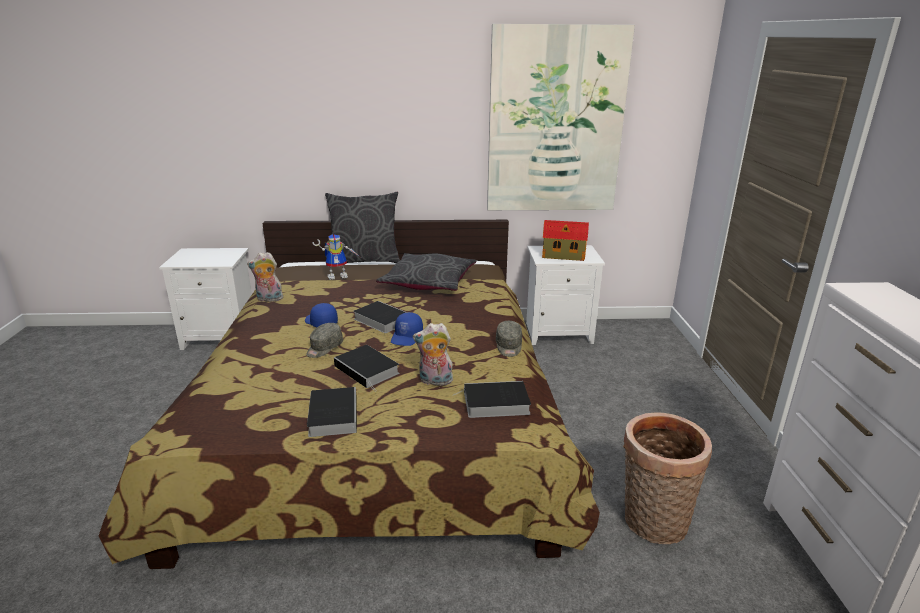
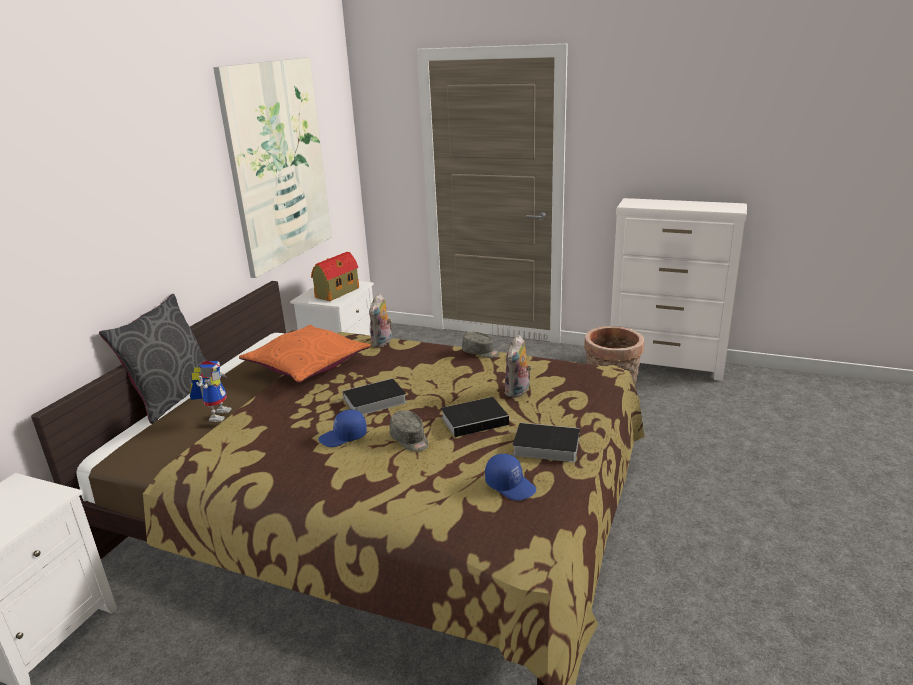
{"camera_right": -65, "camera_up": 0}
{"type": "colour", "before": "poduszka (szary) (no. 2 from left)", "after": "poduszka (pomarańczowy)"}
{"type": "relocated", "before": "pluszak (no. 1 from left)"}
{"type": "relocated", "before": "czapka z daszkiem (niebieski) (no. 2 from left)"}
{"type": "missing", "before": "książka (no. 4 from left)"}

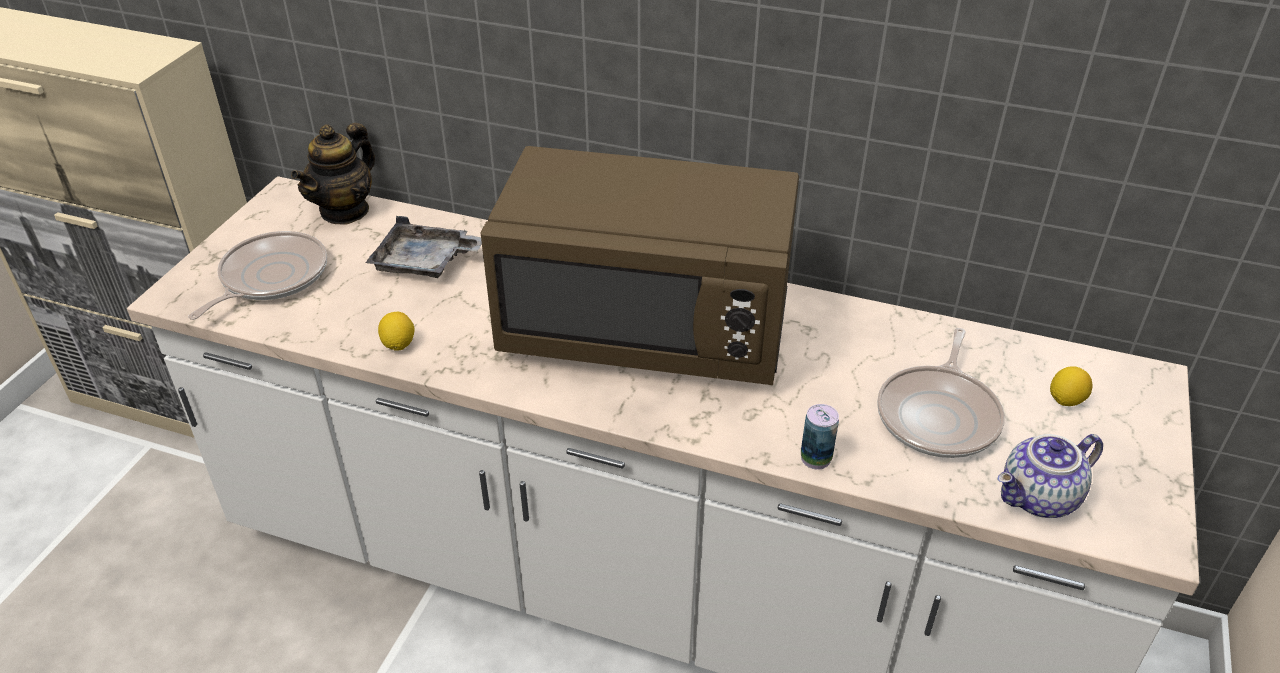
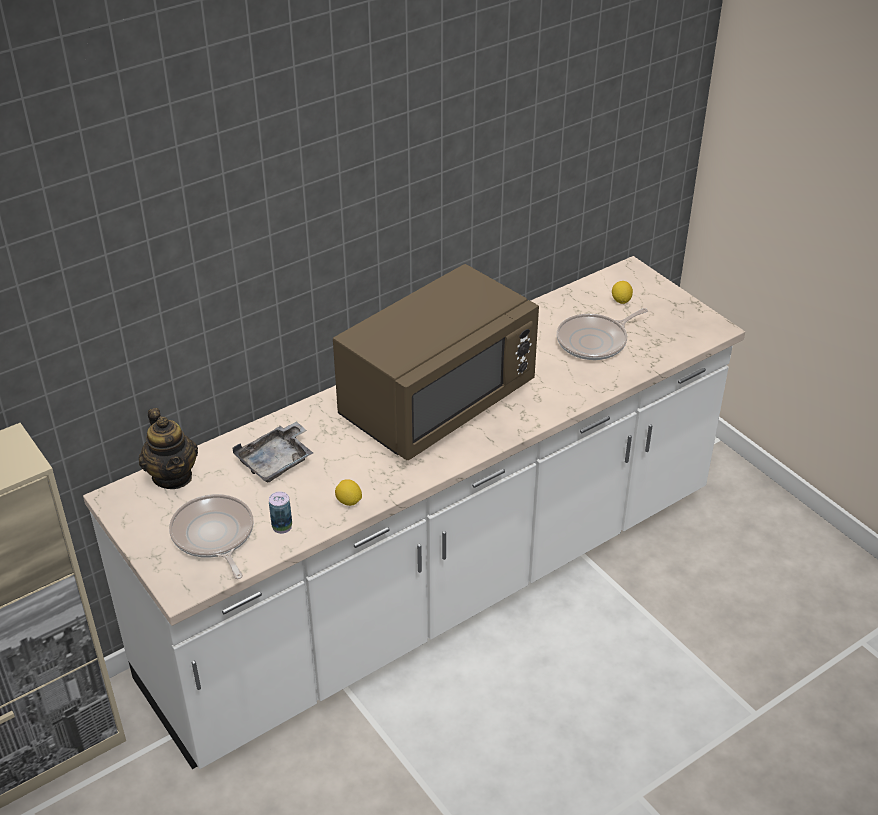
{"camera_right": -55, "camera_up": 0}
{"type": "relocated", "before": "puszka"}
{"type": "spun", "before": "patelnia (no. 2 from left)", "turn": 90}
{"type": "missing", "before": "imbryk (no. 2 from left)"}

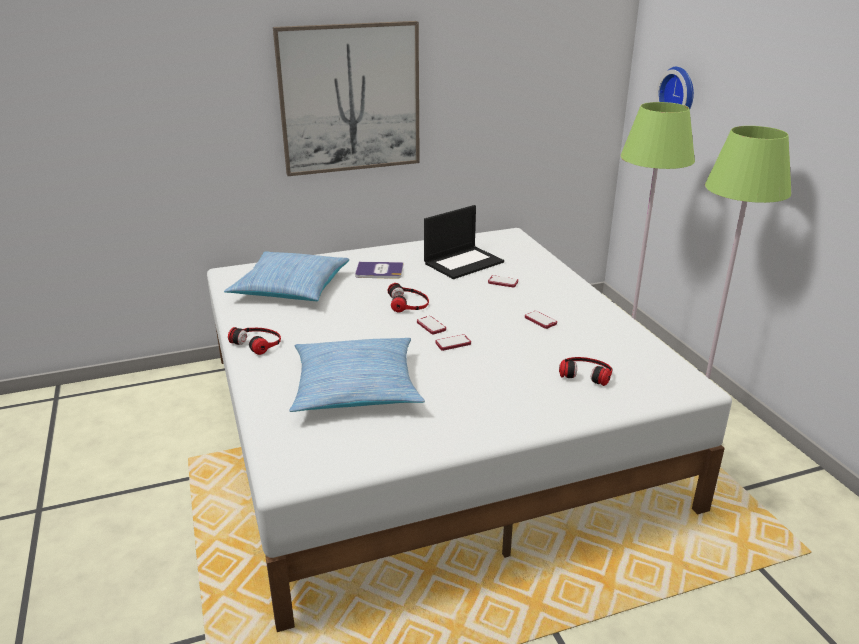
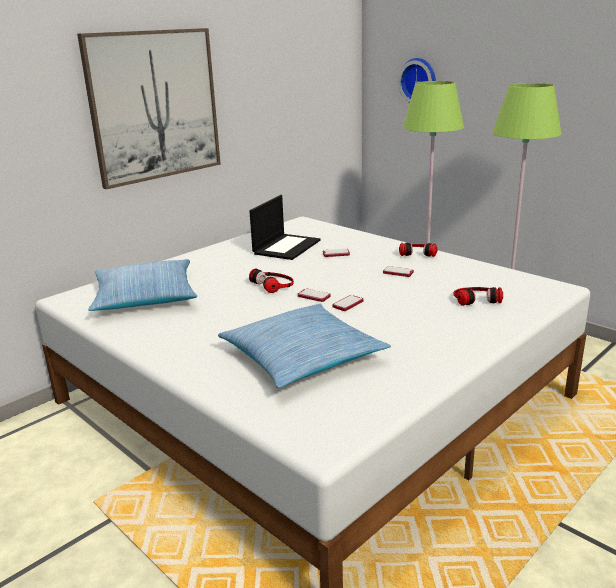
{"camera_right": -25, "camera_up": -5}
{"type": "relocated", "before": "słuchawki (no. 1 from left in the first image)", "after": "słuchawki (no. 2 from left)"}
{"type": "missing", "before": "książka"}

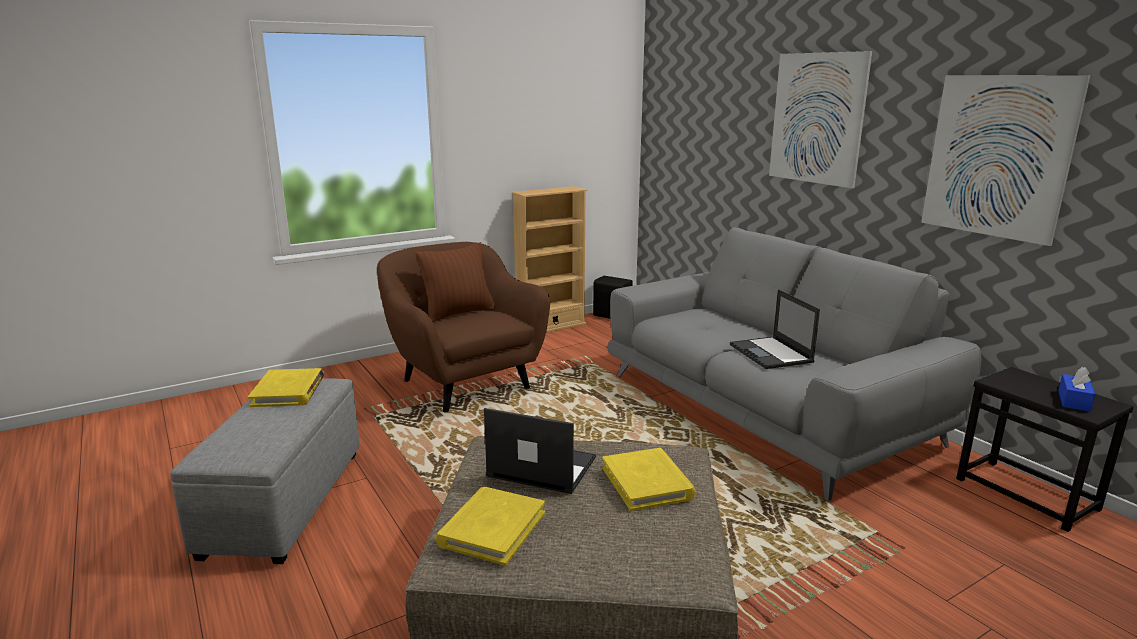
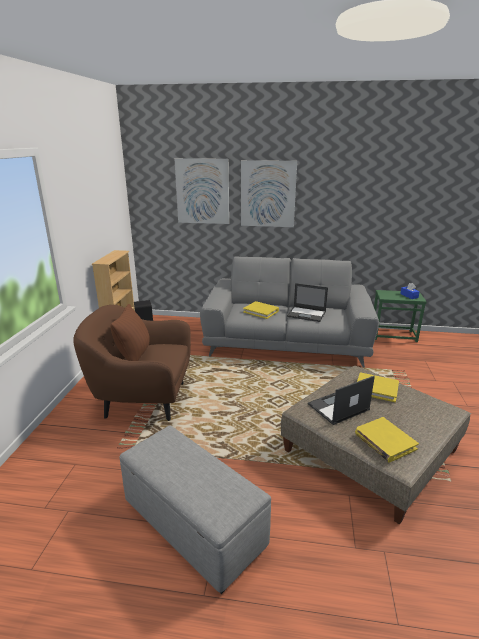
{"camera_right": -50, "camera_up": 5}
{"type": "relocated", "before": "obraz (no. 2 from left in the first image)", "after": "obraz (no. 1 from left)"}
{"type": "relocated", "before": "książka (żółty) (no. 1 from left)"}
{"type": "colour", "before": "stolik (czarny)", "after": "stolik (zielony)"}

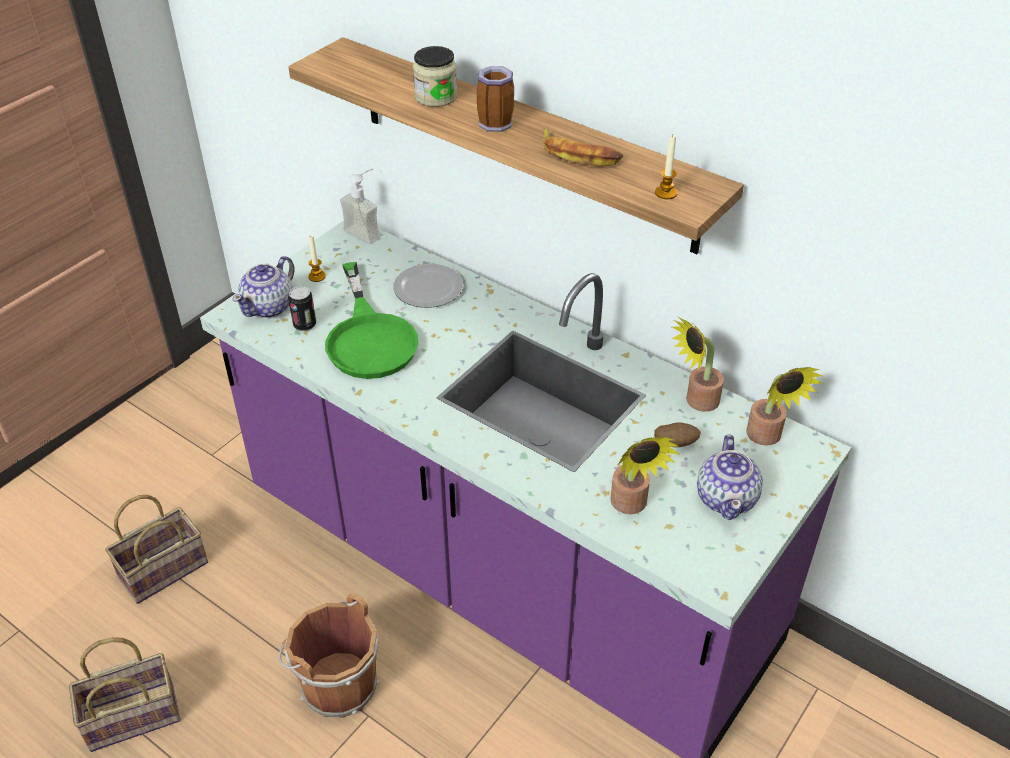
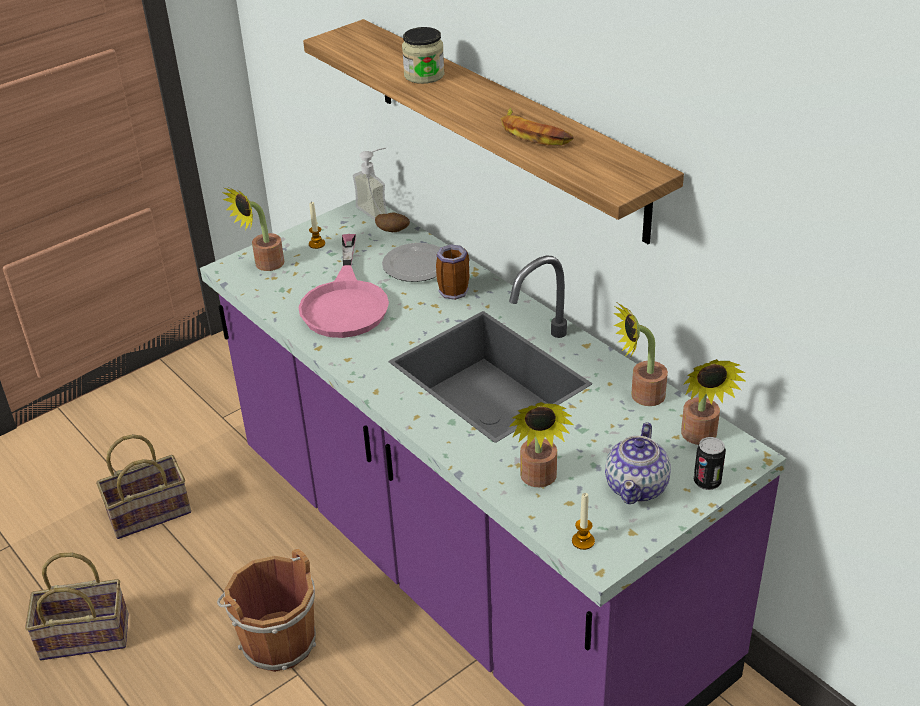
{"camera_right": 15, "camera_up": -5}
{"type": "exchanged", "before": "imbryk (no. 1 from left)", "after": "roślina doniczkowa (no. 1 from left)"}
{"type": "colour", "before": "patelnia (zielony)", "after": "patelnia (różowy)"}
{"type": "relocated", "before": "ziemniak"}
{"type": "relocated", "before": "kubek"}
{"type": "relocated", "before": "świeca (no. 2 from left)"}
{"type": "relocated", "before": "puszka"}

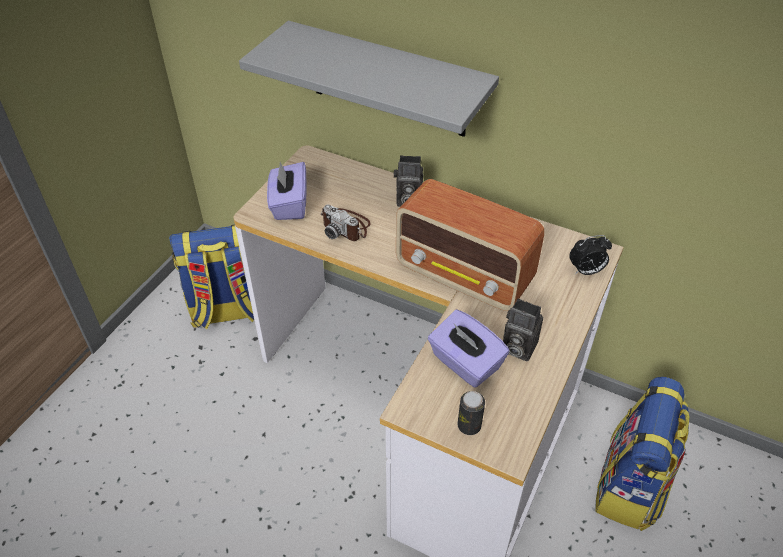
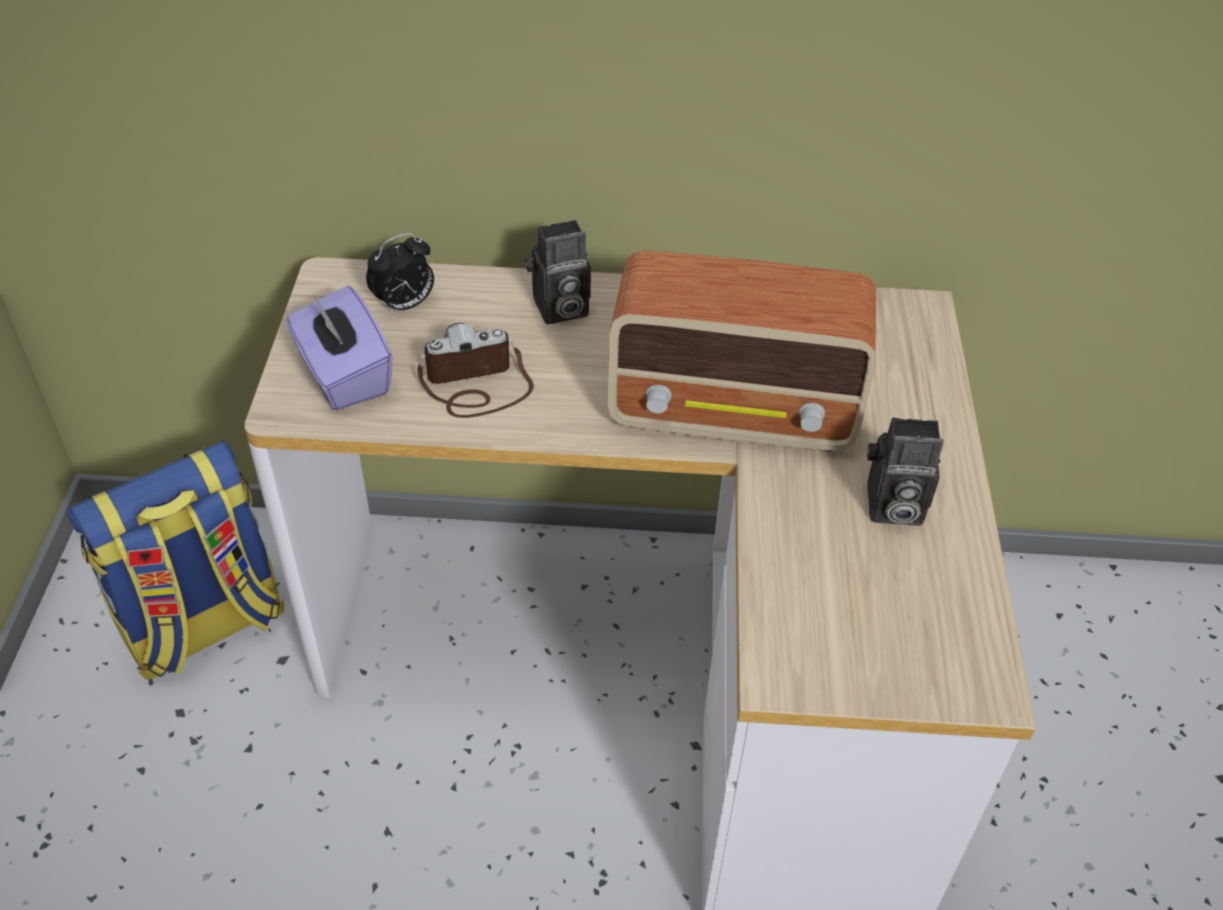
{"camera_right": -25, "camera_up": 0}
{"type": "relocated", "before": "budzik"}
{"type": "spun", "before": "aparat fotograficzny (no. 1 from left)", "turn": 150}
{"type": "missing", "before": "półka (szary)"}
{"type": "missing", "before": "pudełko chusteczek (fioletowy) (no. 2 from left)"}
{"type": "missing", "before": "puszka"}
{"type": "missing", "before": "plecak (no. 2 from left)"}

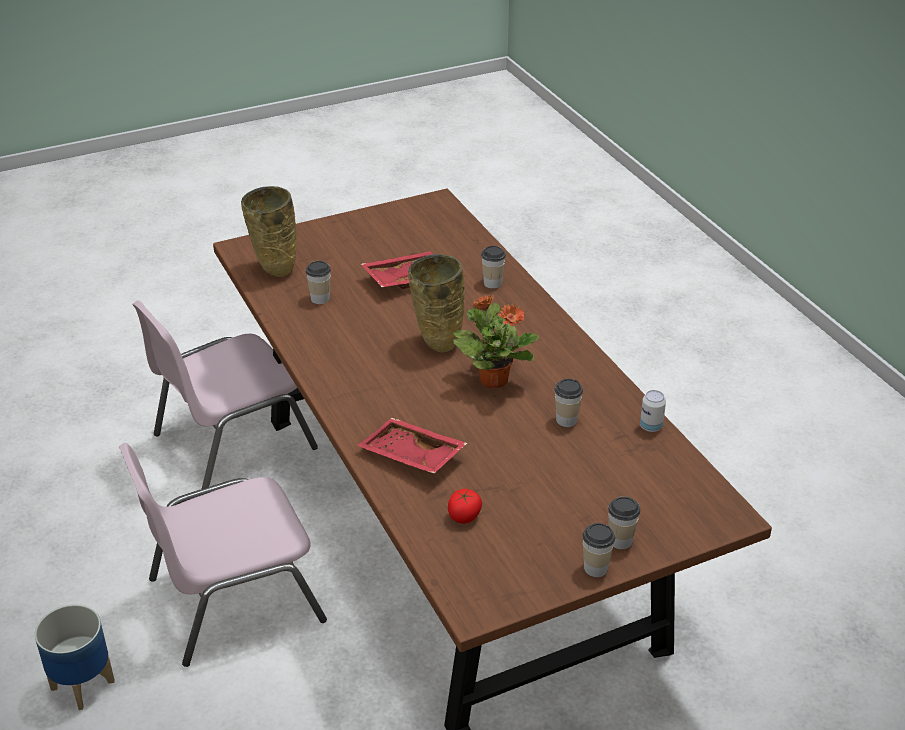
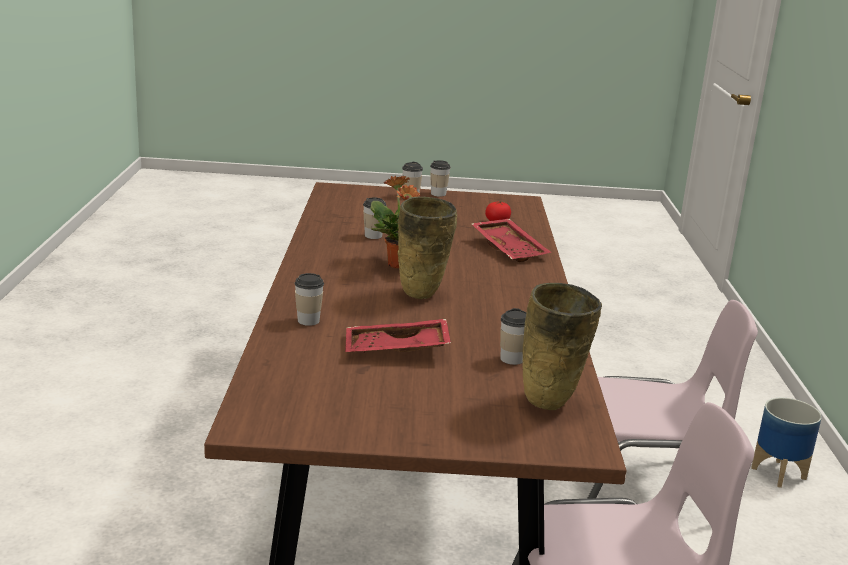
{"camera_right": -155, "camera_up": -15}
{"type": "missing", "before": "puszka"}

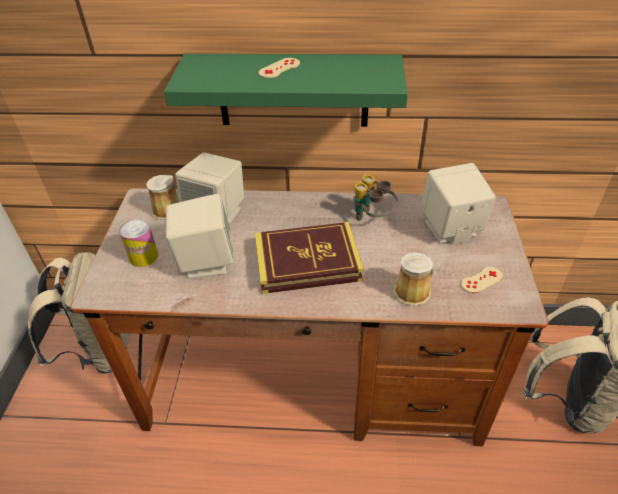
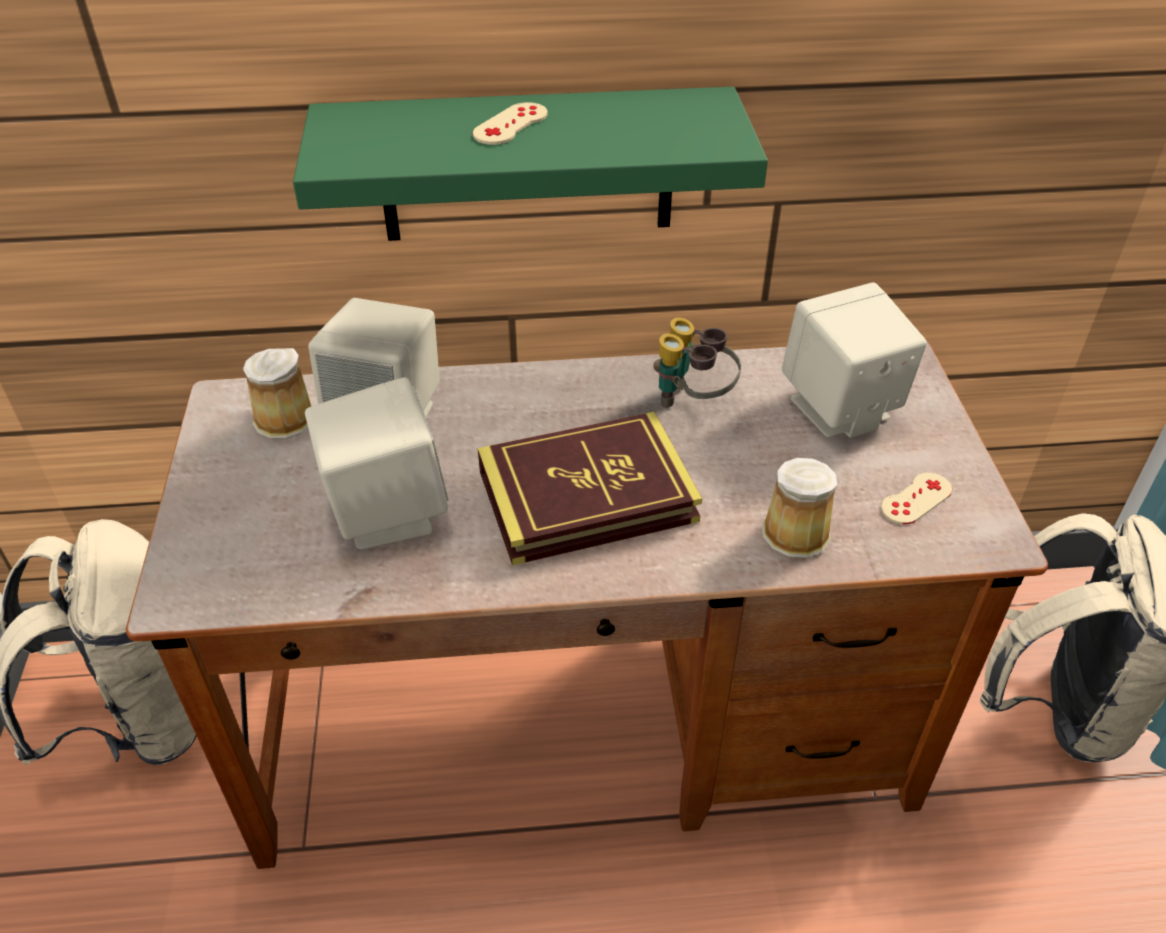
{"camera_right": -10, "camera_up": 0}
{"type": "missing", "before": "puszka"}

